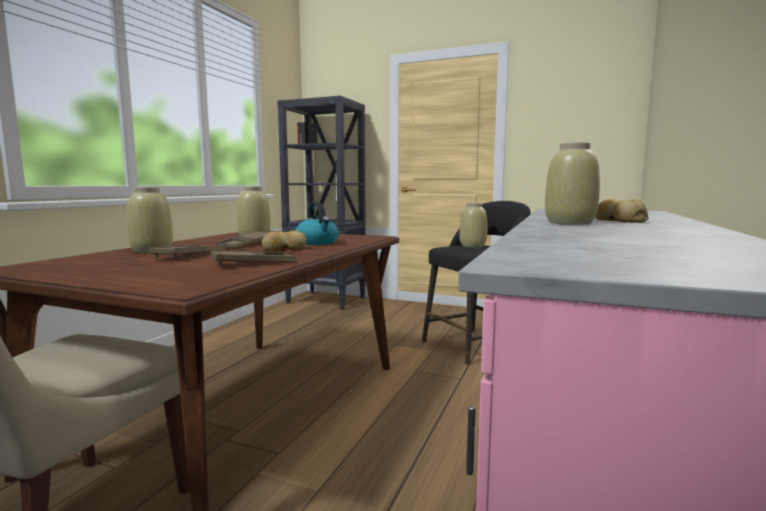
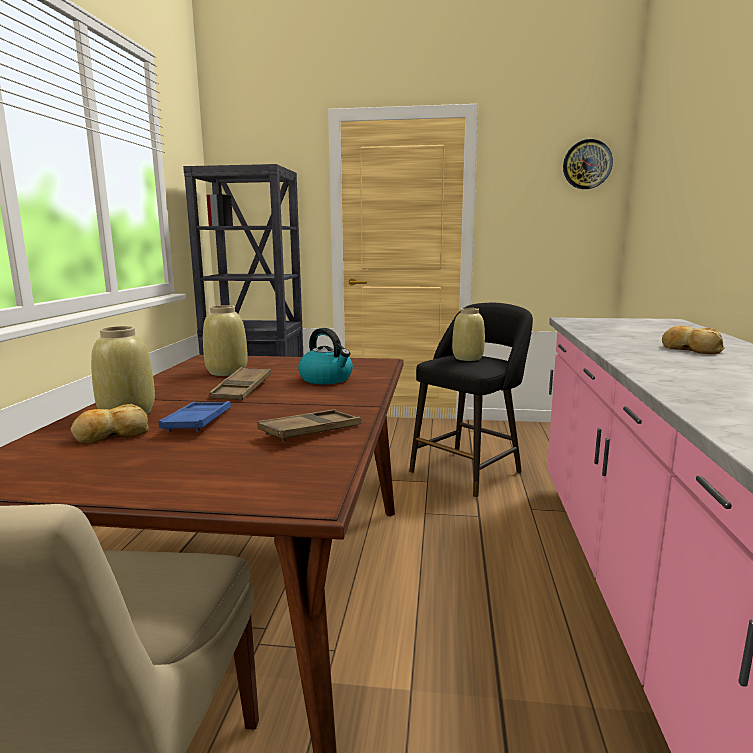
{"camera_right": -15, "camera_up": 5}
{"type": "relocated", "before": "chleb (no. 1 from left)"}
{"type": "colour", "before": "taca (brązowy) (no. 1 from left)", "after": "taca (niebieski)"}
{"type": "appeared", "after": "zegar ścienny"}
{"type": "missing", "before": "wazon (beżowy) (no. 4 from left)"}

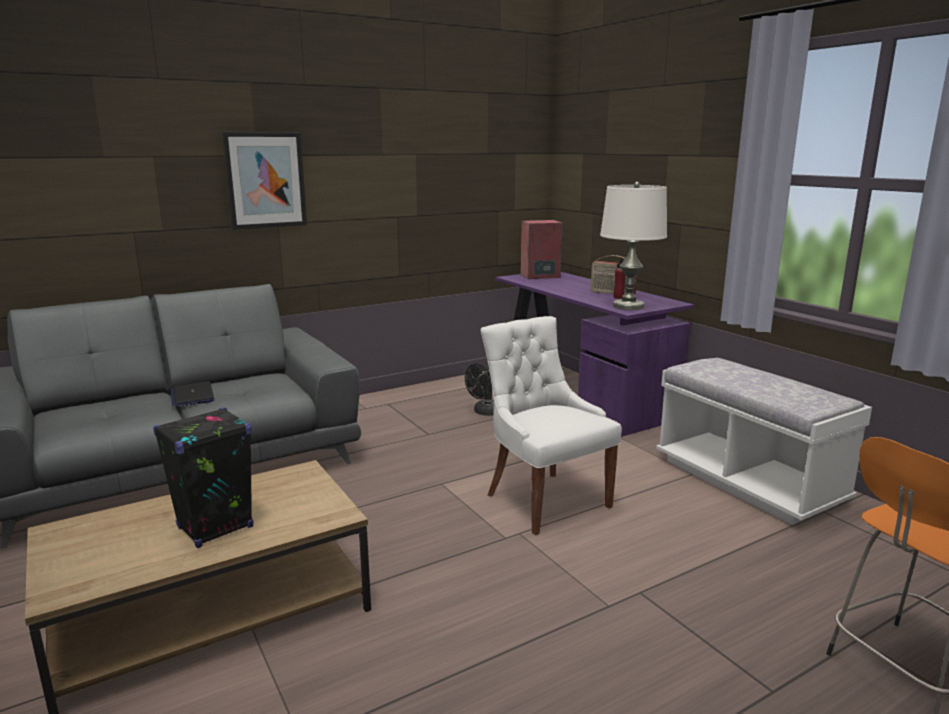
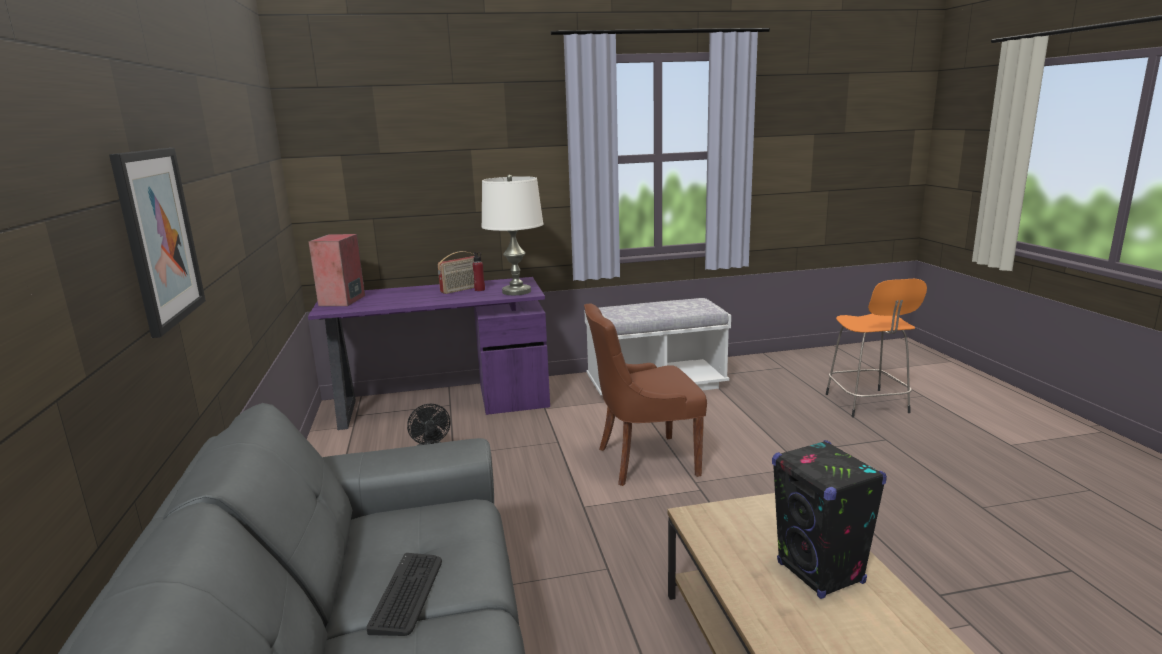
{"camera_right": -70, "camera_up": 0}
{"type": "exchanged", "before": "laptop", "after": "klawiatura"}
{"type": "colour", "before": "krzesło (biały)", "after": "krzesło (brązowy)"}

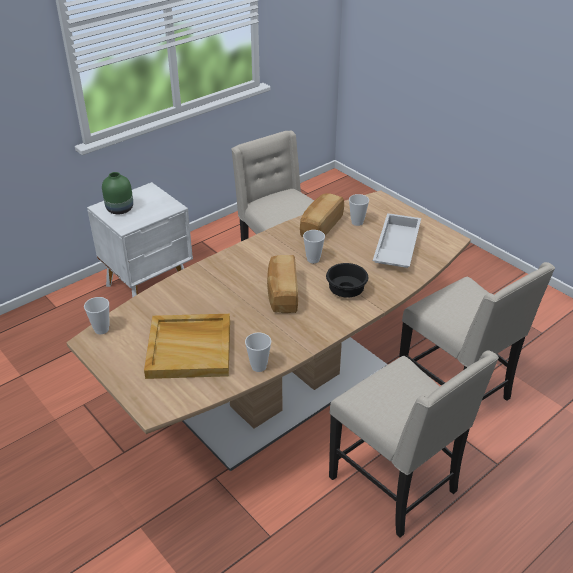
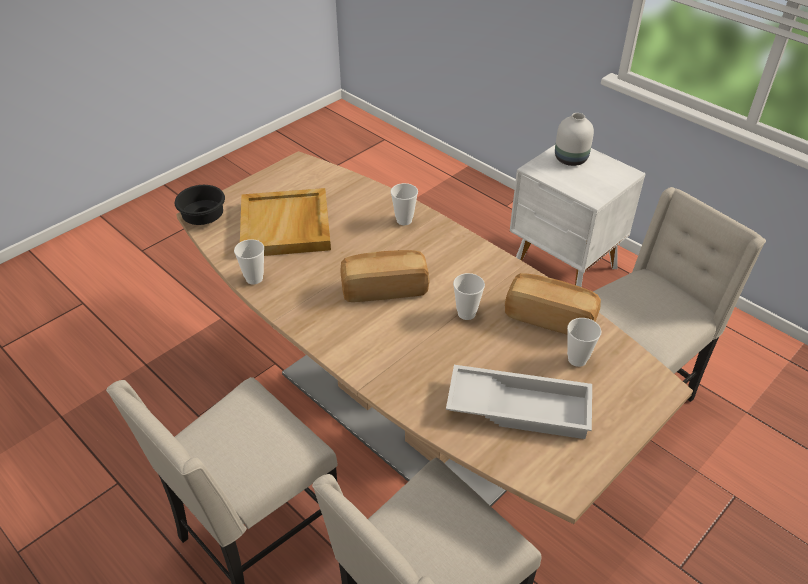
{"camera_right": 85, "camera_up": 5}
{"type": "relocated", "before": "miska (czarny)"}
{"type": "relocated", "before": "filiżanka (no. 1 from left in the first image)", "after": "filiżanka (no. 2 from left)"}
{"type": "colour", "before": "wazon (zielony)", "after": "wazon (biały)"}

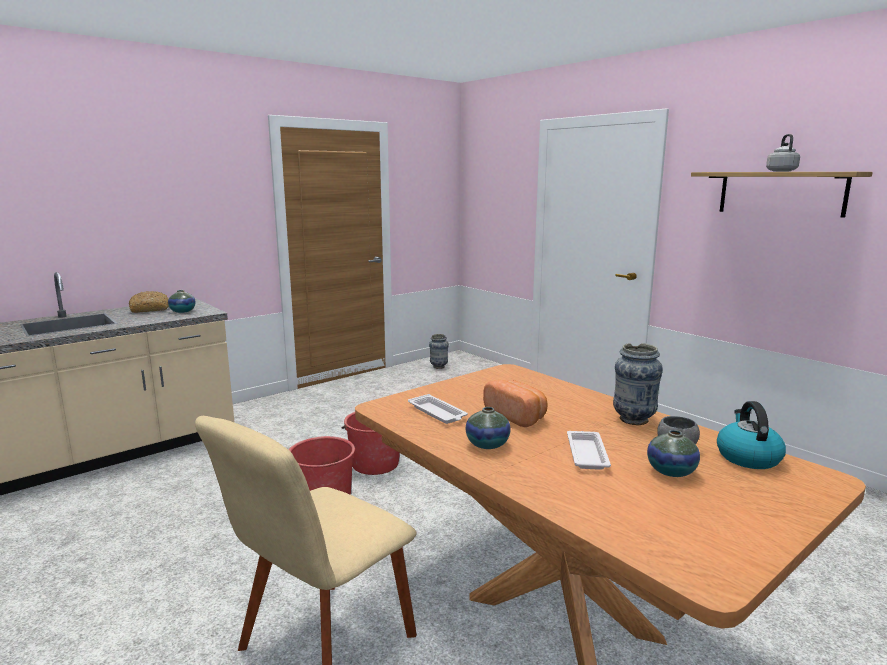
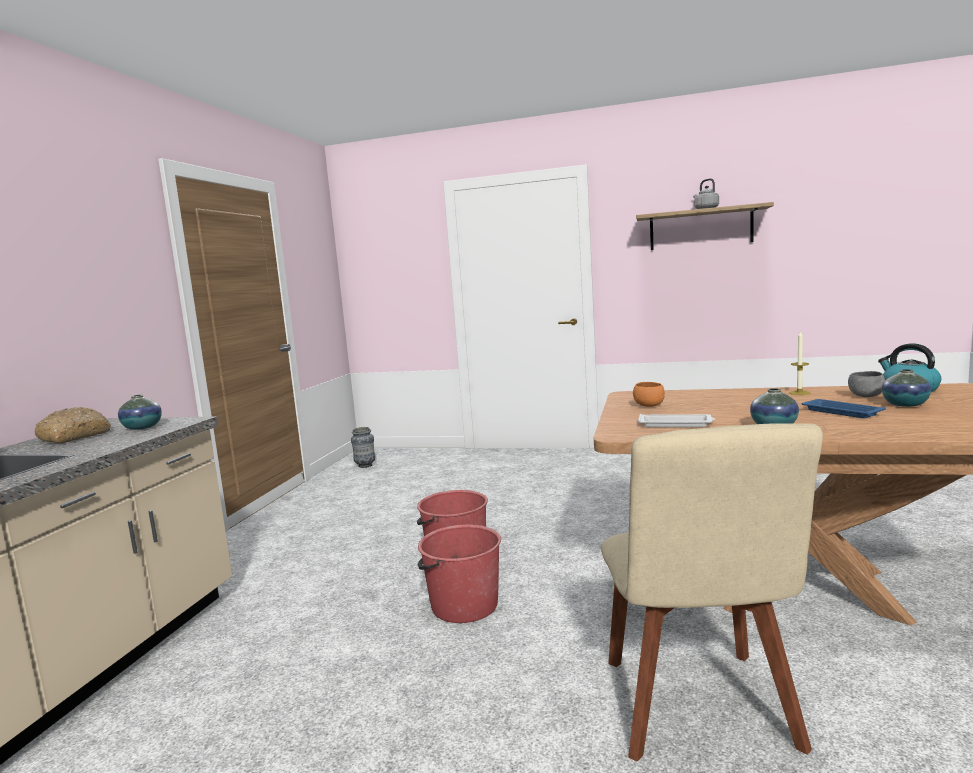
{"camera_right": -35, "camera_up": -5}
{"type": "appeared", "after": "miska (pomarańczowy)"}
{"type": "exchanged", "before": "wazon (no. 4 from left)", "after": "świeca"}
{"type": "colour", "before": "taca (biały) (no. 2 from left)", "after": "taca (niebieski)"}
{"type": "missing", "before": "chleb (no. 2 from left)"}

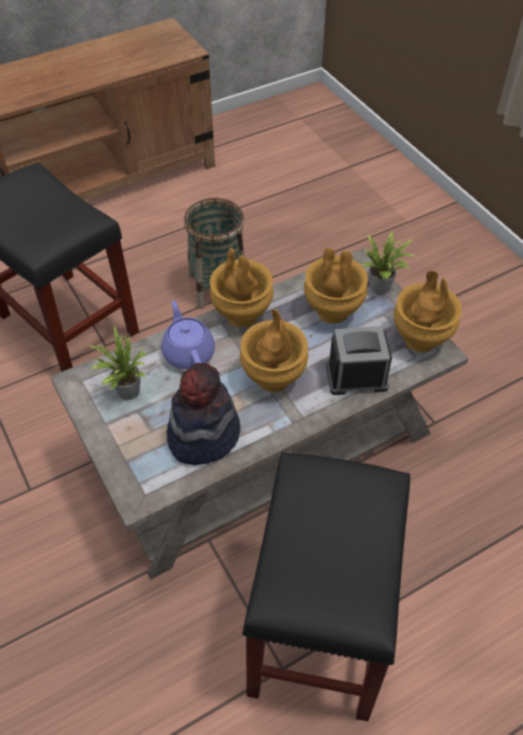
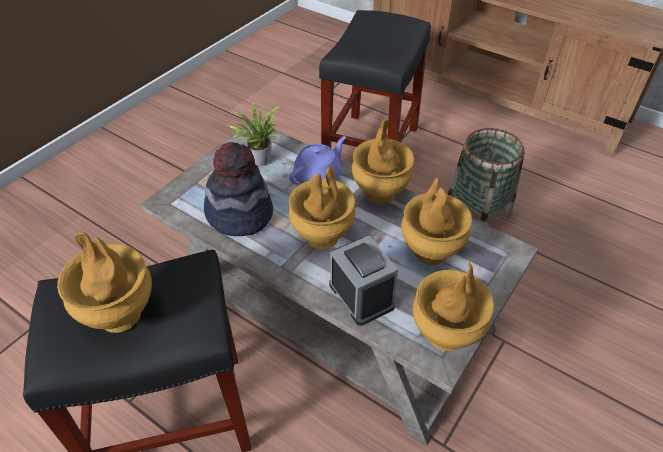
{"camera_right": 65, "camera_up": -5}
{"type": "appeared", "after": "wazon (brązowy) (no. 1 from left)"}
{"type": "missing", "before": "roślina doniczkowa (no. 2 from left)"}

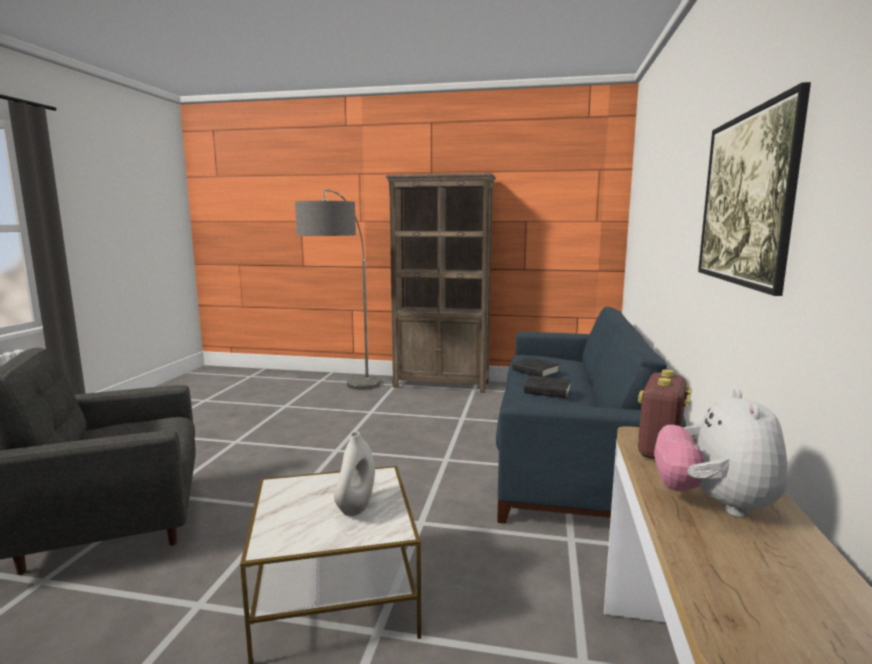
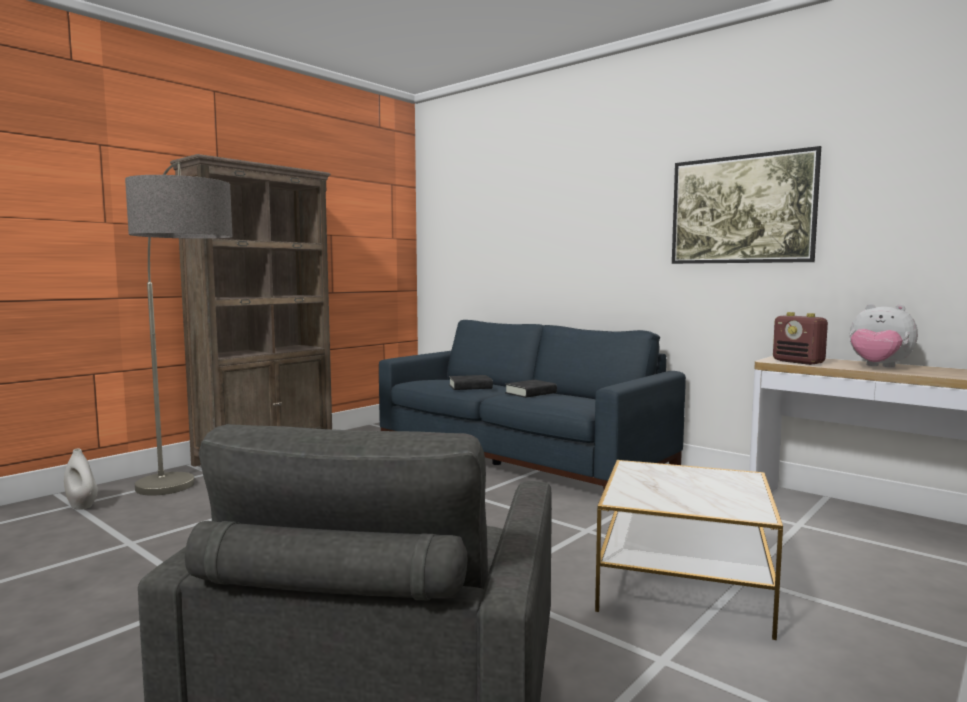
{"camera_right": -60, "camera_up": -5}
{"type": "relocated", "before": "wazon (biały)"}

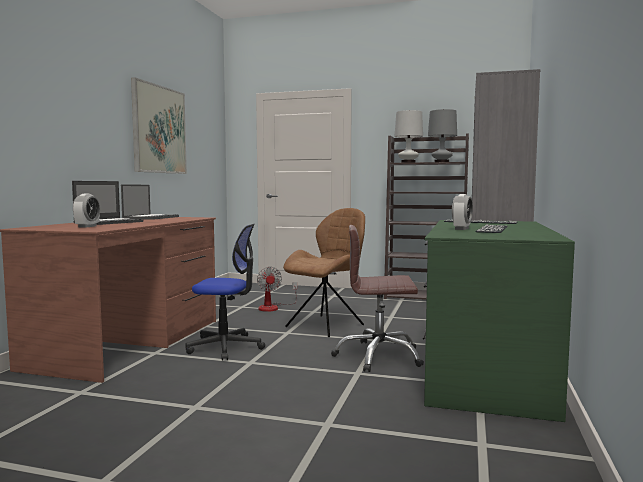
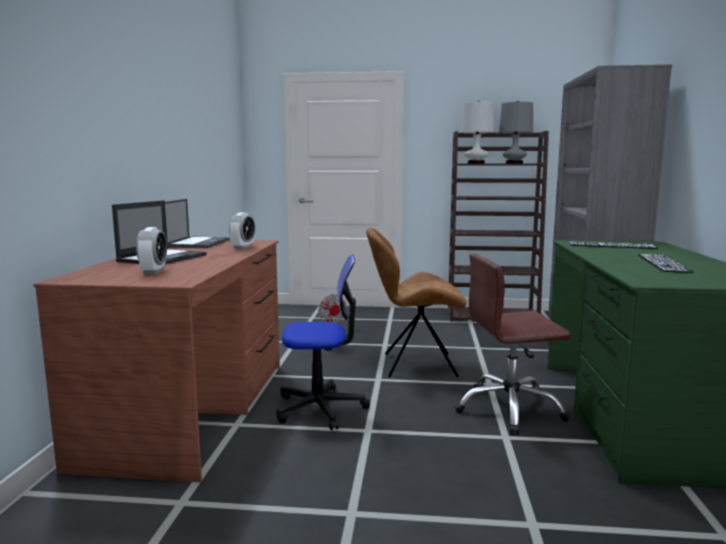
{"camera_right": -10, "camera_up": 5}
{"type": "relocated", "before": "budzik (no. 2 from left)"}
{"type": "spun", "before": "krzesło (brązowy)", "turn": -120}
{"type": "missing", "before": "obraz"}

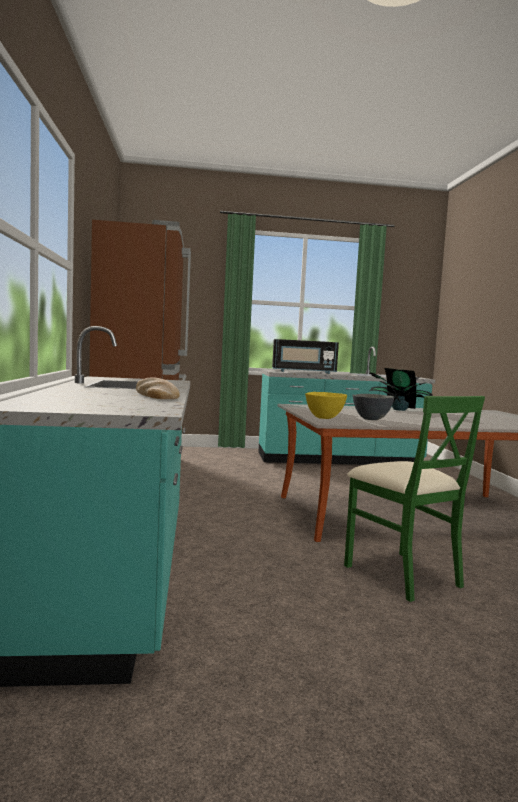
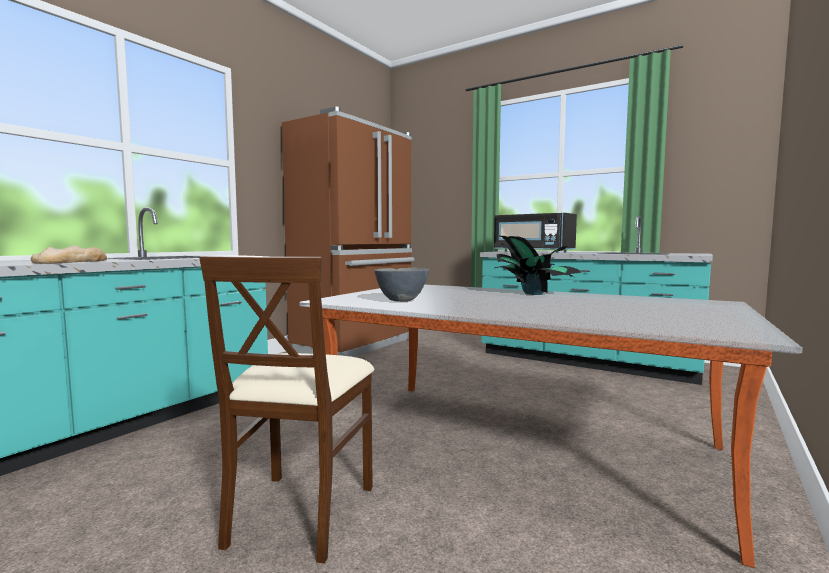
{"camera_right": 40, "camera_up": 0}
{"type": "colour", "before": "krzesło (zielony)", "after": "krzesło (beżowy)"}
{"type": "missing", "before": "miska (żółty)"}

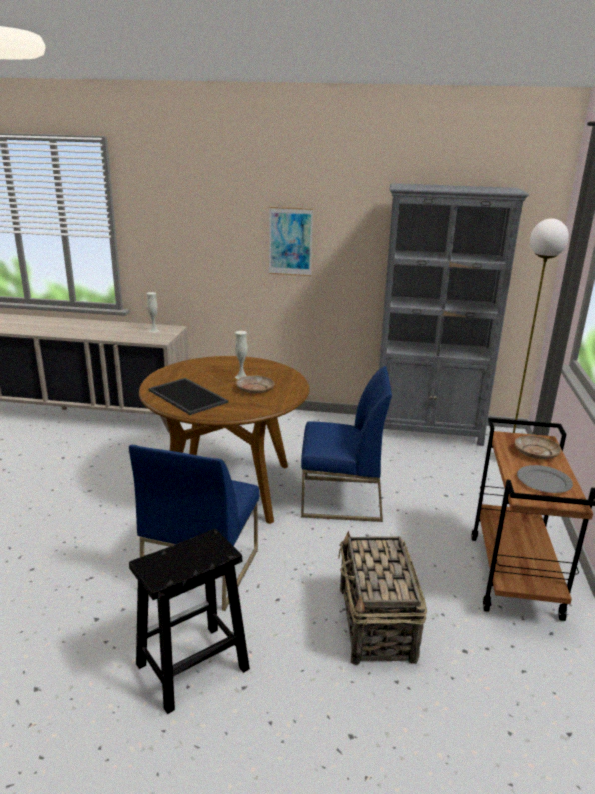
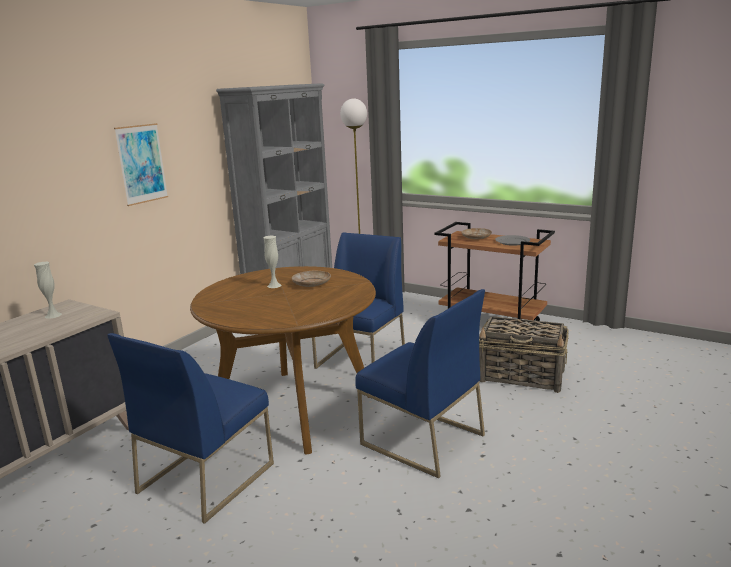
{"camera_right": -65, "camera_up": -5}
{"type": "appeared", "after": "krzesło (niebieski) (no. 1 from left)"}
{"type": "missing", "before": "stołek (czarny)"}
{"type": "missing", "before": "taca"}

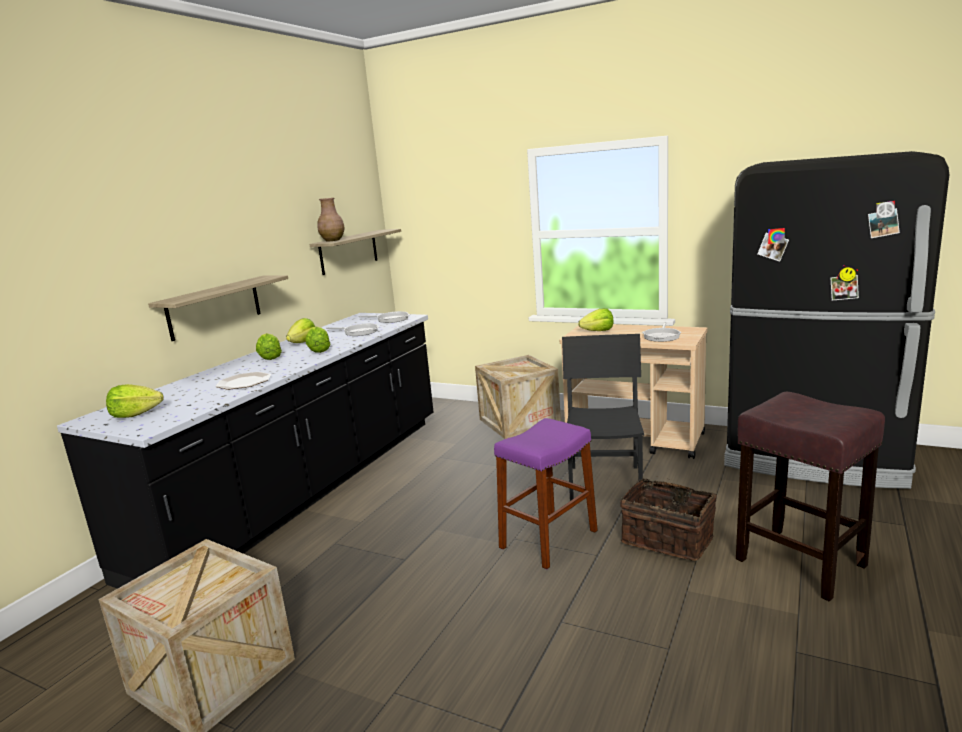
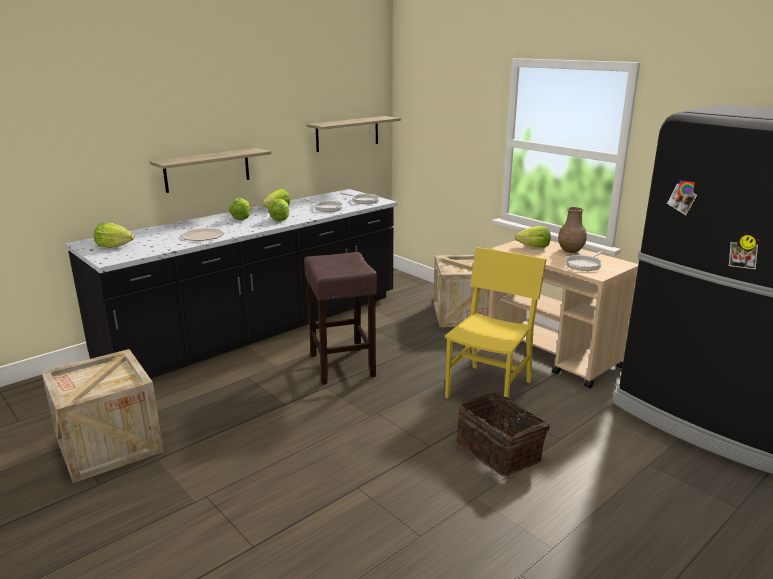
{"camera_right": 20, "camera_up": 5}
{"type": "relocated", "before": "stołek (brązowy)"}
{"type": "colour", "before": "krzesło (czarny)", "after": "krzesło (żółty)"}
{"type": "relocated", "before": "wazon (brązowy)"}
{"type": "missing", "before": "stołek (fioletowy)"}

